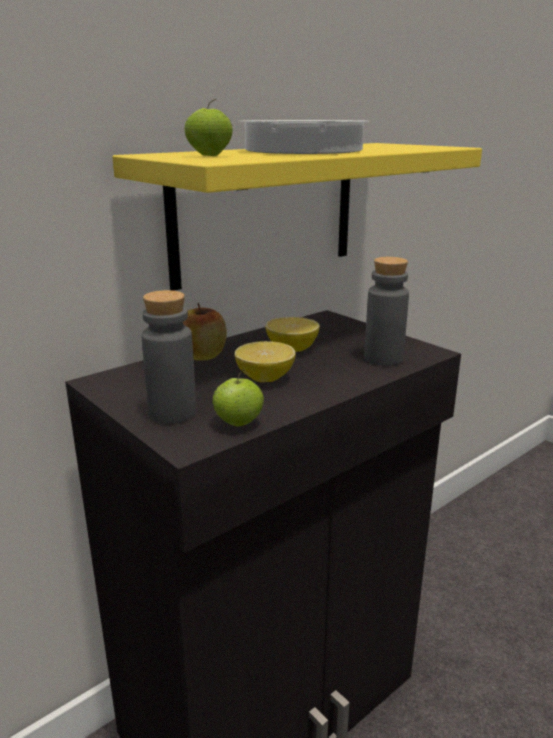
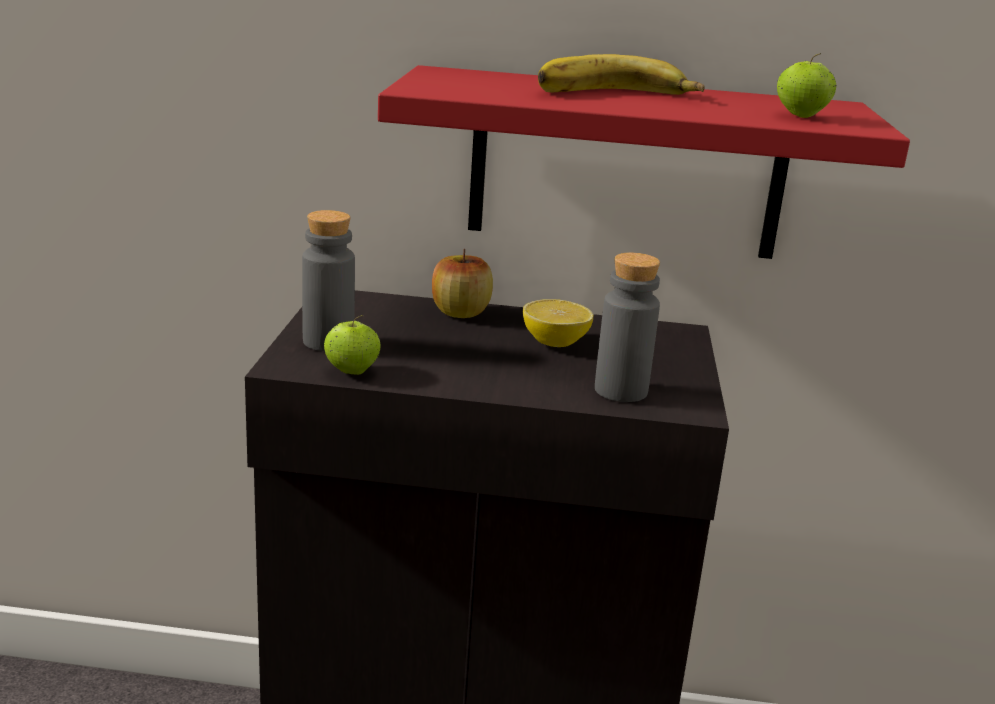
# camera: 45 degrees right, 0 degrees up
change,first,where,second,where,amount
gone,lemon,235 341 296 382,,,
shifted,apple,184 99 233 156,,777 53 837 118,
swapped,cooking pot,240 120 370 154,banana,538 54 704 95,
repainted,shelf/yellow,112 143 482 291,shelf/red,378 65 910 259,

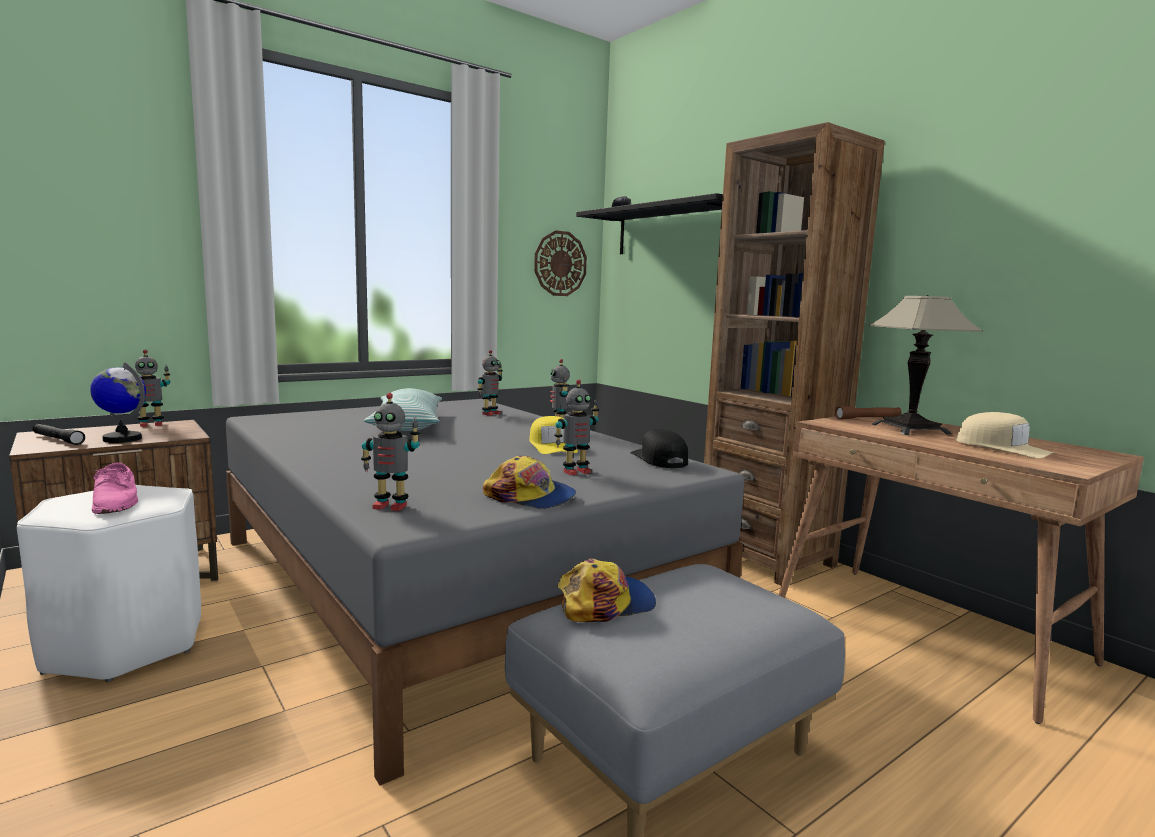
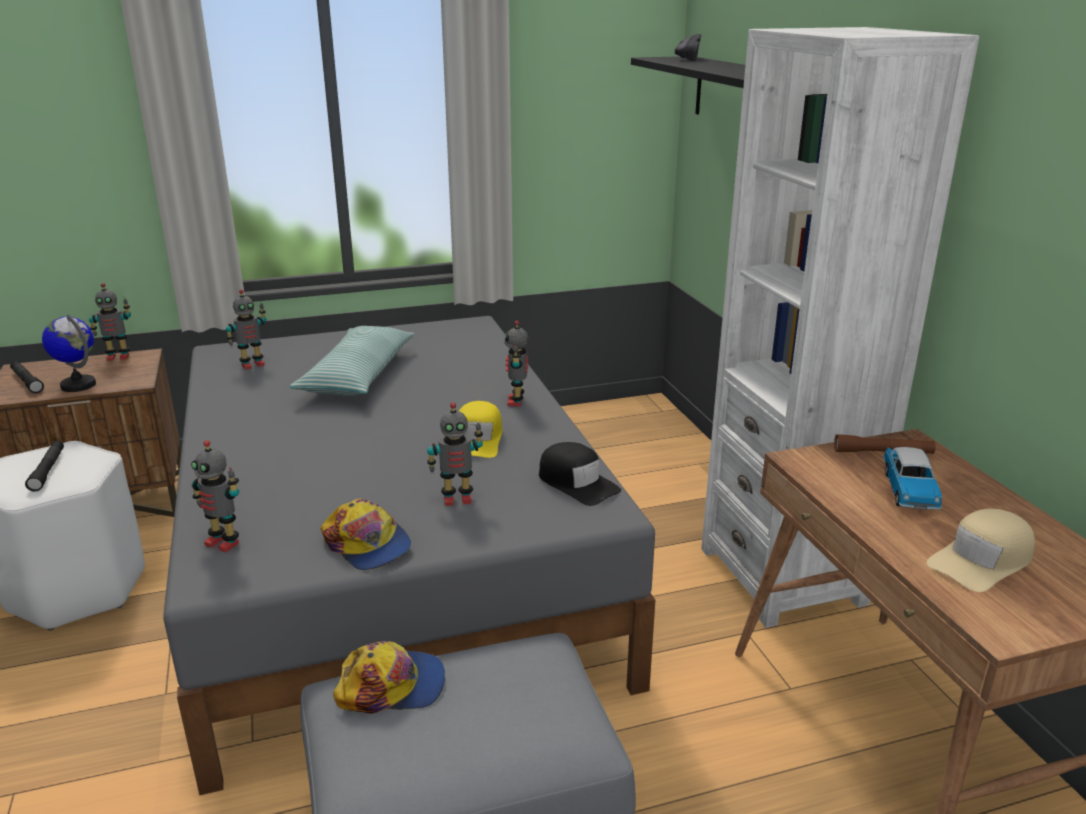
# camera: 20 degrees right, 15 degrees up
change,first,where,second,where,amount
gone,wall clock,534 230 587 296,,,
shifted,toy robot,477 350 503 416,,226 289 266 369,
swapped,shoe/pink,92 463 138 514,flashlight/black,25 441 64 492,
swapped,table lamp,869 295 983 435,toy car,883 447 942 510,
repainted,bookcase/brown,704 122 885 586,bookcase/white,701 27 979 628,
rotated,cap/black,630 429 688 468,,539 442 621 506,135 degrees clockwise
rotated,cap/beige,956 412 1055 458,,927 509 1035 592,75 degrees clockwise

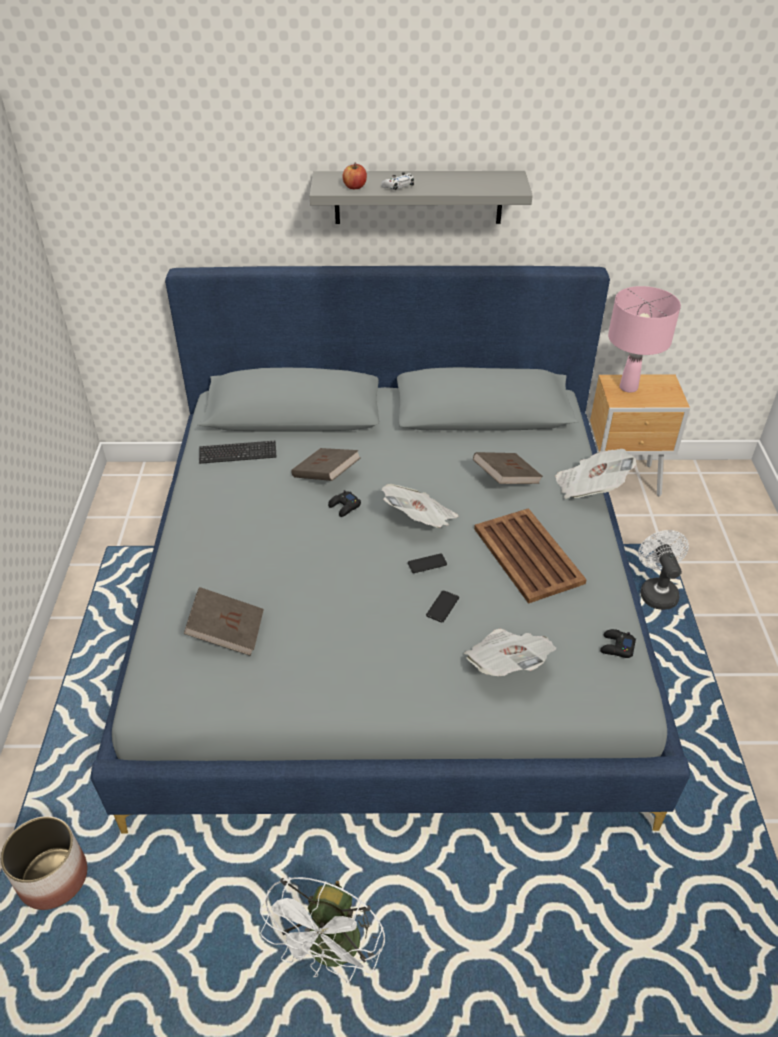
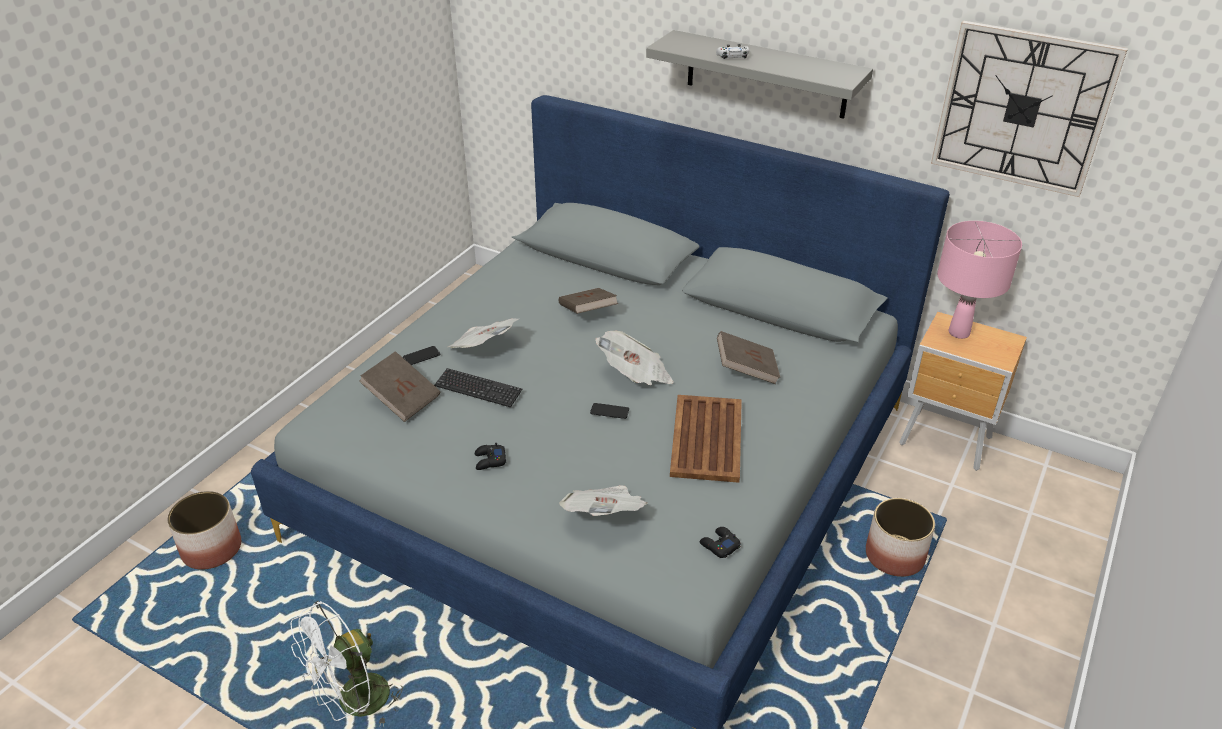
# camera: 30 degrees right, 5 degrees down
change,first,where,second,where,amount
gone,apple,342 163 367 189,,,
new,,,wall clock,931 21 1128 197,
shifted,keyboard,199 441 277 464,,434 368 522 407,
shifted,game controller/black,328 490 361 517,,475 443 506 470,
shifted,phone,426 590 459 622,,403 346 441 365,
shifted,newspaper,555 449 637 499,,448 318 518 348,
swapped,fan/white,638 530 689 610,planter,866 498 935 577,

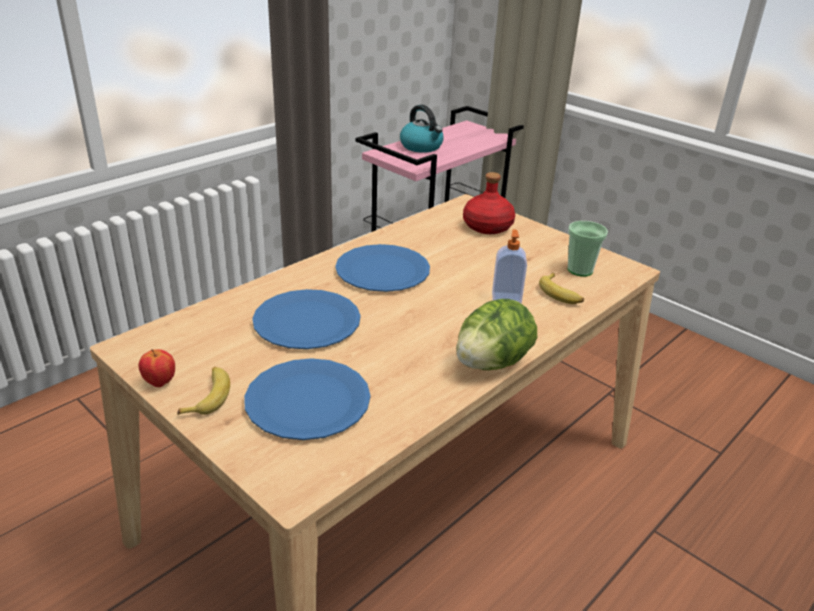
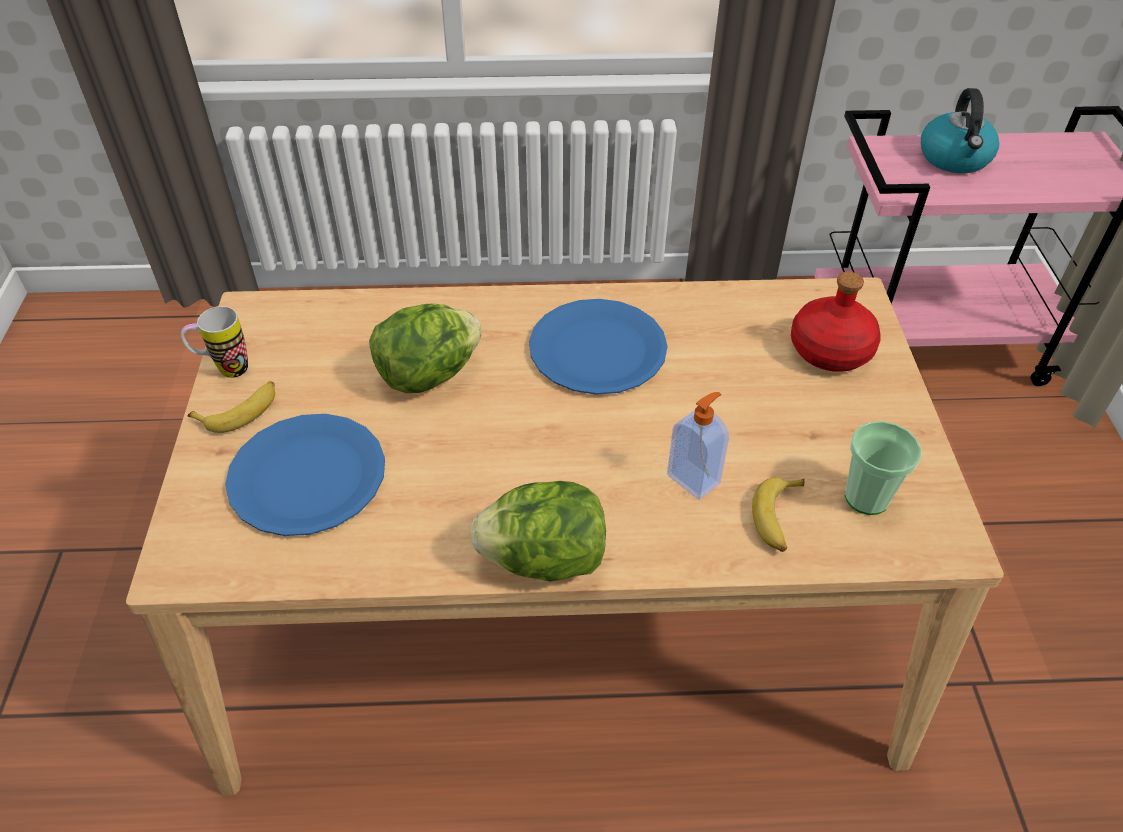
# camera: 45 degrees right, 15 degrees up
change,first,where,second,where,amount
swapped,apple,138 349 175 387,mug,181 306 248 378,
swapped,plate/blue,252 289 361 349,lettuce,369 304 482 393,

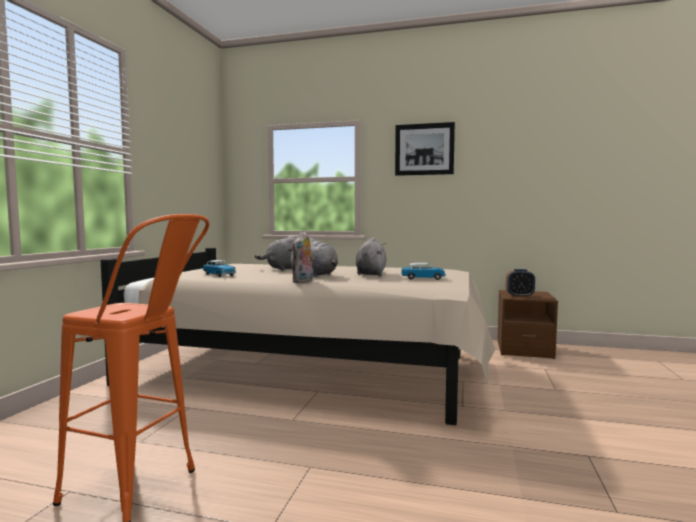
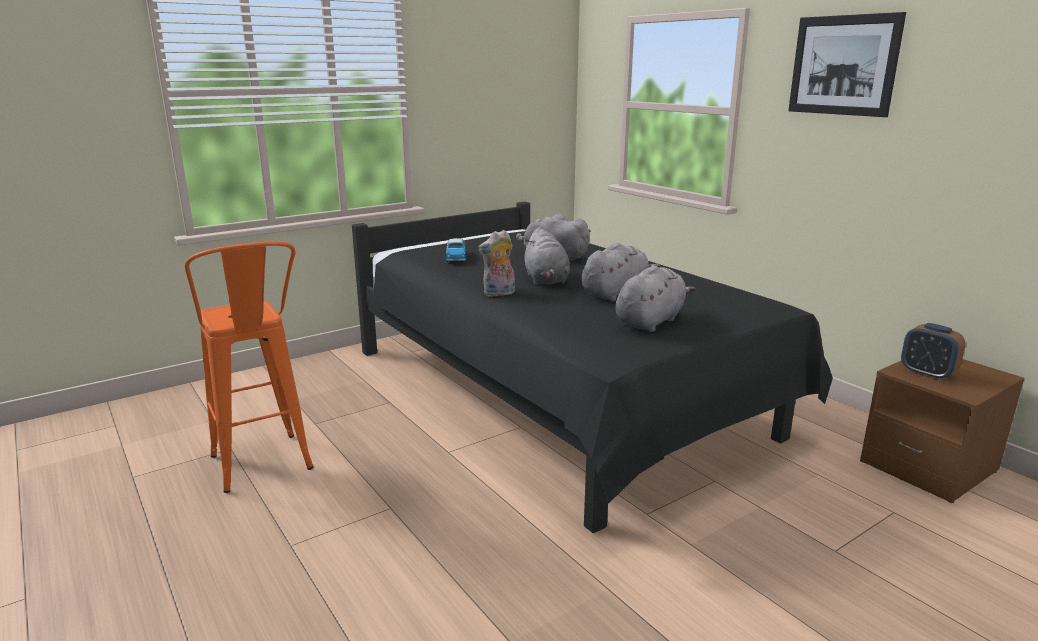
# camera: 40 degrees right, 15 degrees up
change,first,where,second,where,amount
swapped,toy car,401 263 446 280,plush toy/grey,615 266 695 332,
repainted,bed/beige,101 248 495 425,bed/black,352 201 833 533,

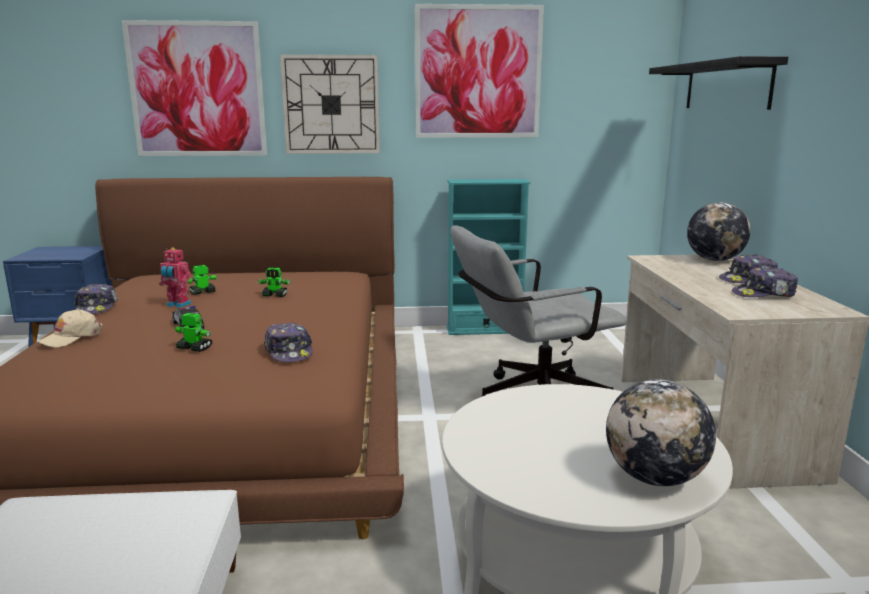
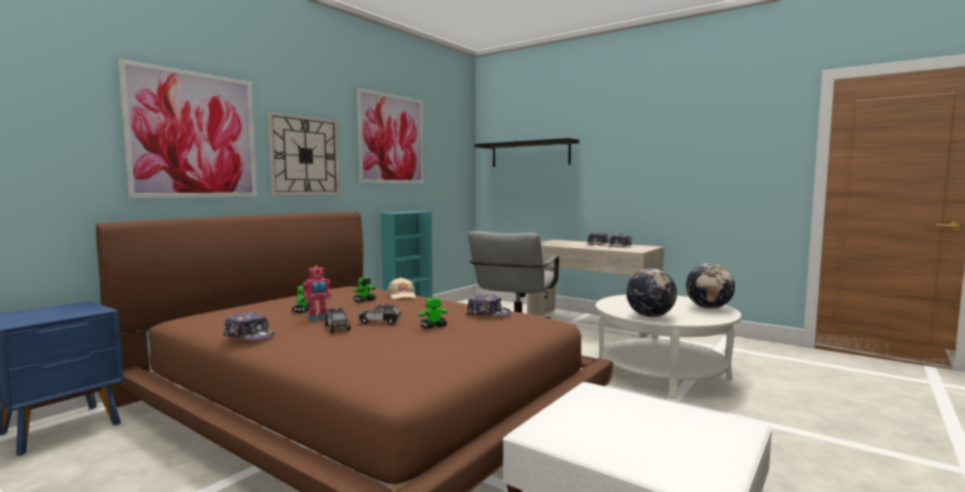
# camera: 50 degrees left, 10 degrees down
change,first,where,second,where,amount
new,,,toy car,325 308 351 333,
shifted,cap/beige,37 309 103 347,,387 277 416 299,
shifted,globe,687 202 750 261,,626 268 677 317,

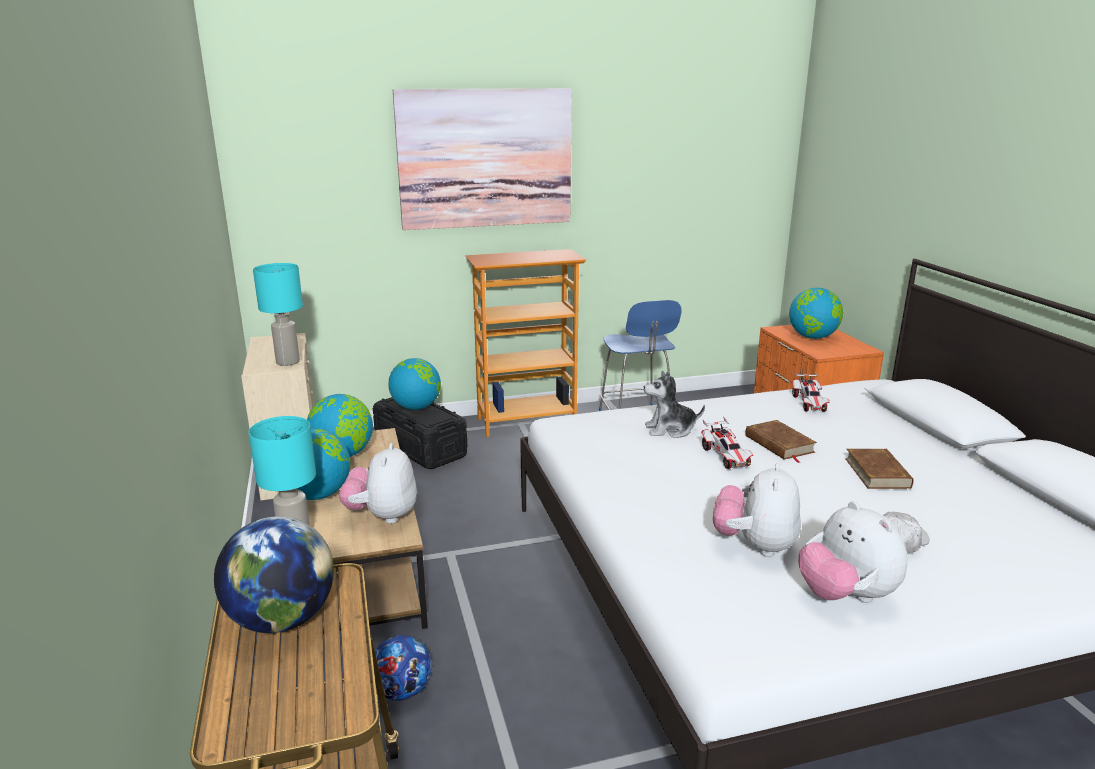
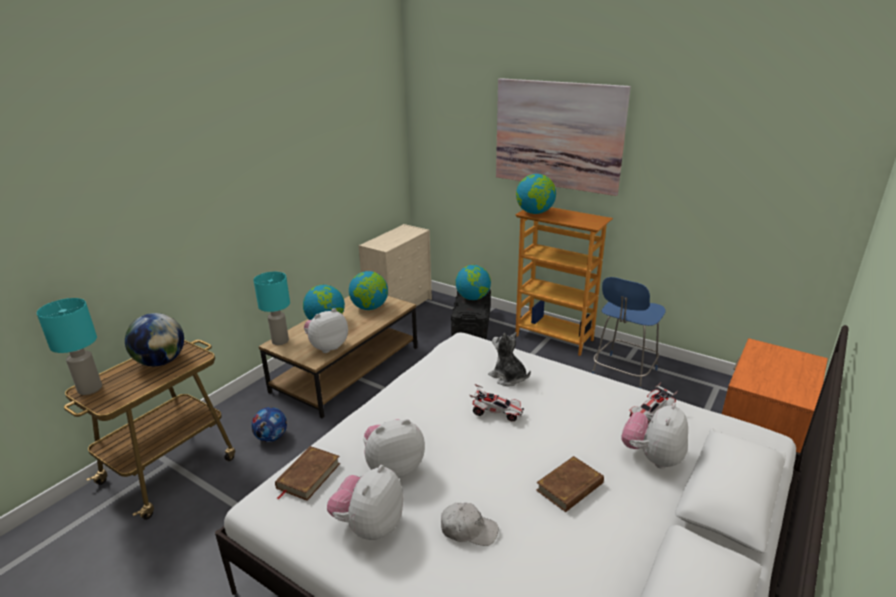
# camera: 50 degrees right, 5 degrees up
change,first,where,second,where,amount
new,,,plush toy,621 403 688 469,
shifted,table lamp/turquoise,253 263 303 366,,37 298 102 395,
shifted,book/brown,745 420 817 463,,275 446 340 501,
shifted,globe,789 288 843 339,,516 174 556 214,
rotated,toy car,701 417 753 469,,469 384 524 421,105 degrees counterclockwise

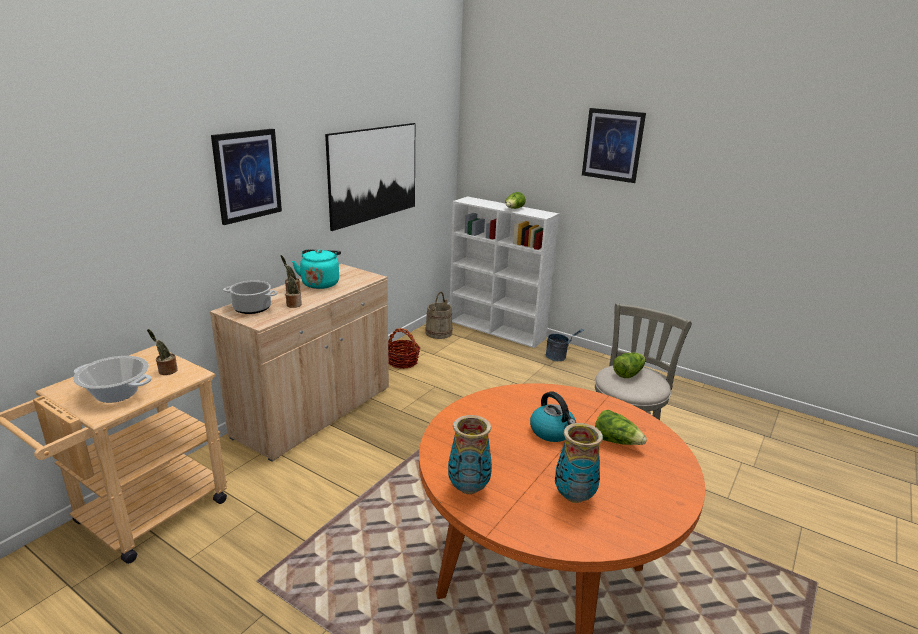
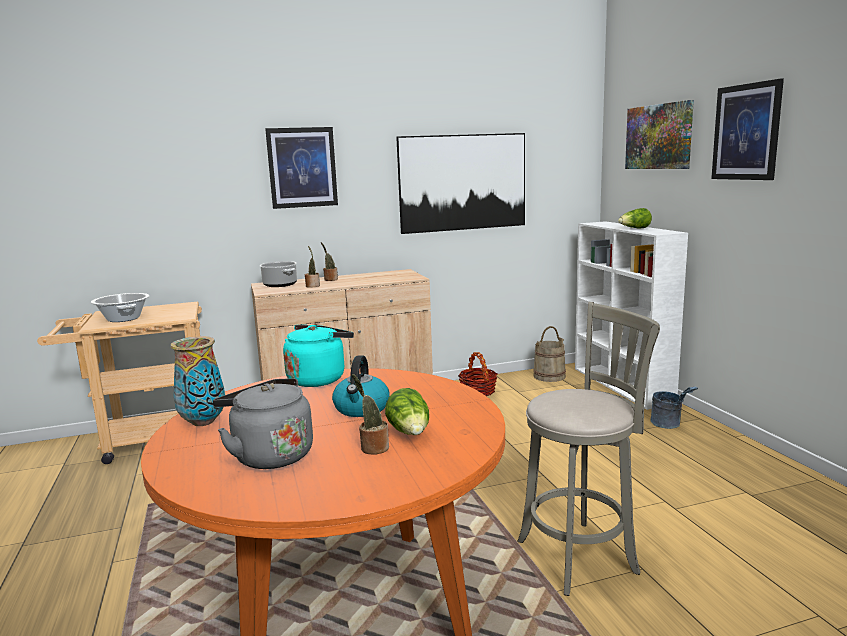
# camera: 40 degrees right, 10 degrees down
change,first,where,second,where,amount
gone,lettuce,613 352 645 378,,,
new,,,picture,625 100 694 169,
shifted,potted plant,147 329 178 375,,352 374 389 455,
shifted,kettle/turquoise,292 249 341 289,,283 325 354 387,
swapped,vase,555 423 603 503,kettle/grey,213 378 313 469,

